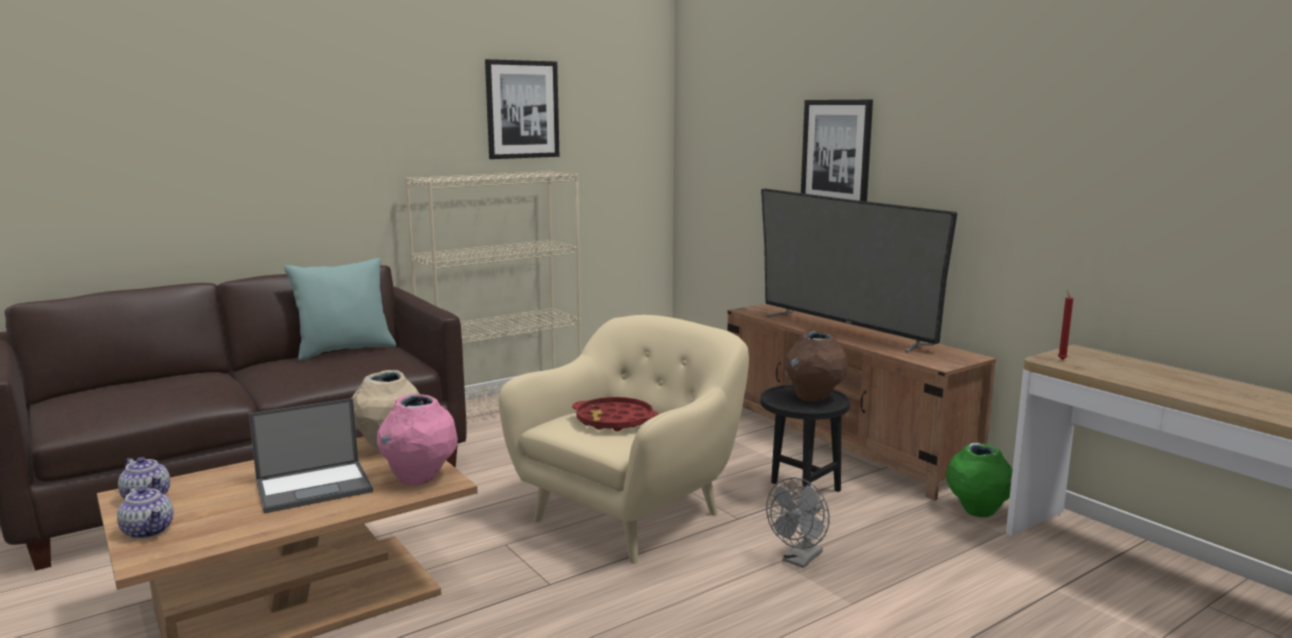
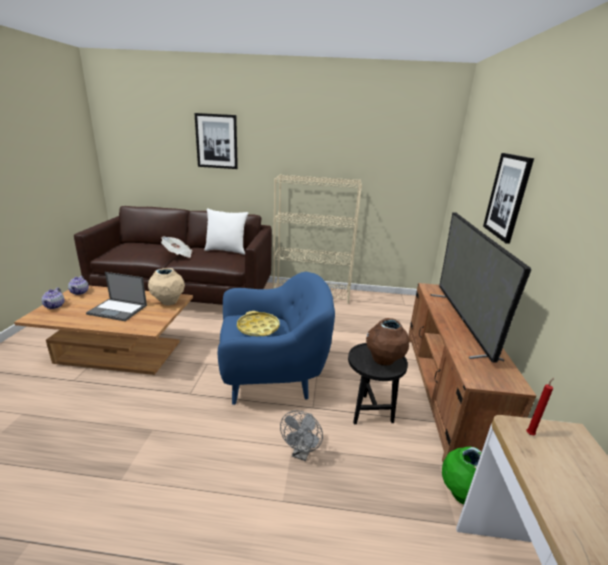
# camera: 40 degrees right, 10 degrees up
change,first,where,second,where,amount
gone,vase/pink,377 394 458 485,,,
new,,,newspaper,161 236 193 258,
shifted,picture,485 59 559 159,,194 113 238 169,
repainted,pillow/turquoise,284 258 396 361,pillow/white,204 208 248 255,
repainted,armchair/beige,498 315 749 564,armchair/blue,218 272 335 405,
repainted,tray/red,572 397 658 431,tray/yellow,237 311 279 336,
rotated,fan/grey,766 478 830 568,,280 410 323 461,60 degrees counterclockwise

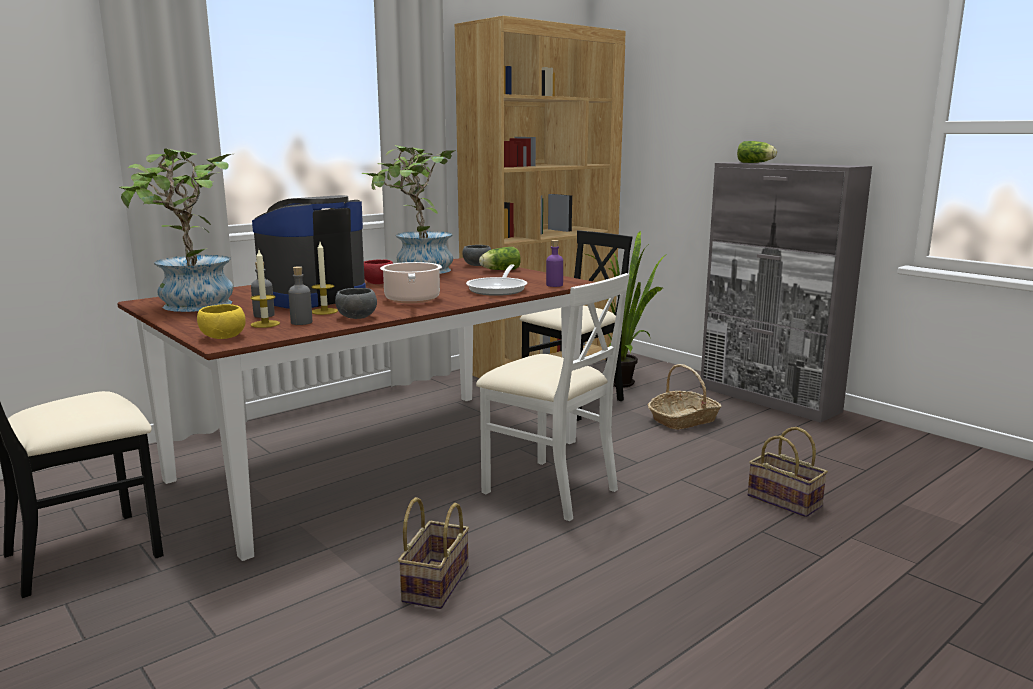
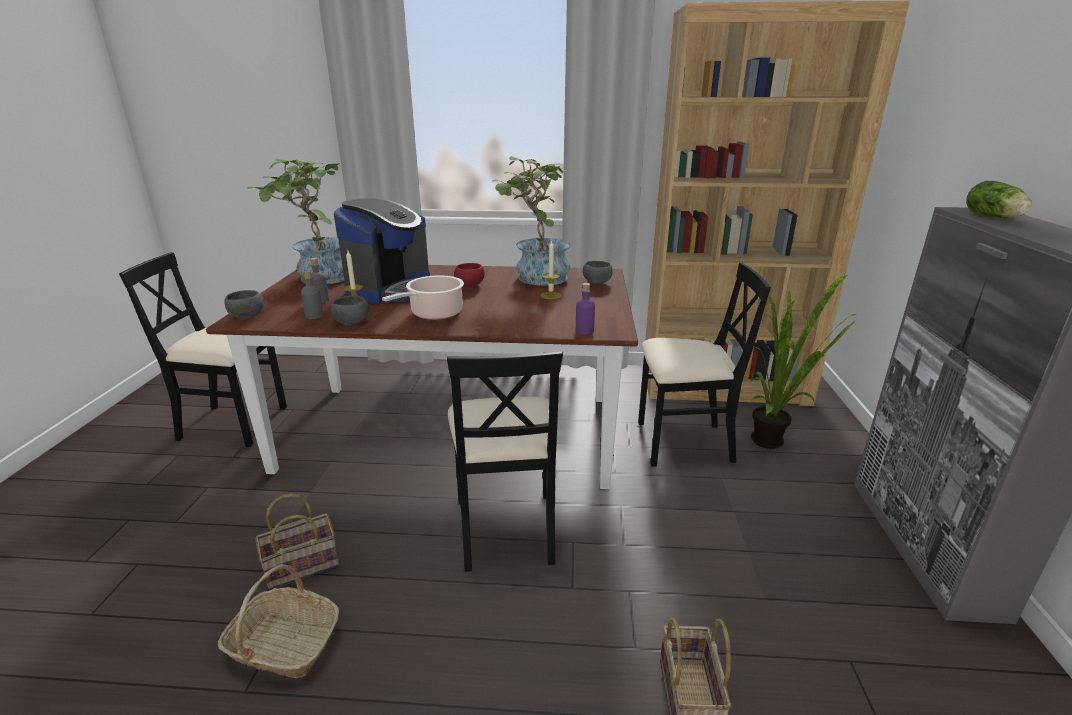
# camera: 45 degrees right, 10 degrees up
change,first,where,second,where,amount
gone,frying pan,466 264 527 296,,,
gone,lettuce,479 247 521 270,,,
shifted,candle,250 248 280 328,,541 240 561 299,
shifted,basket,648 364 722 430,,218 564 339 678,
repainted,bowl/yellow,197 304 246 339,bowl/grey,224 290 264 319,
repainted,chair/white,476 273 630 521,chair/black,447 351 563 572,
rotated,coffee machine,252 195 366 309,,334 198 430 304,120 degrees clockwise

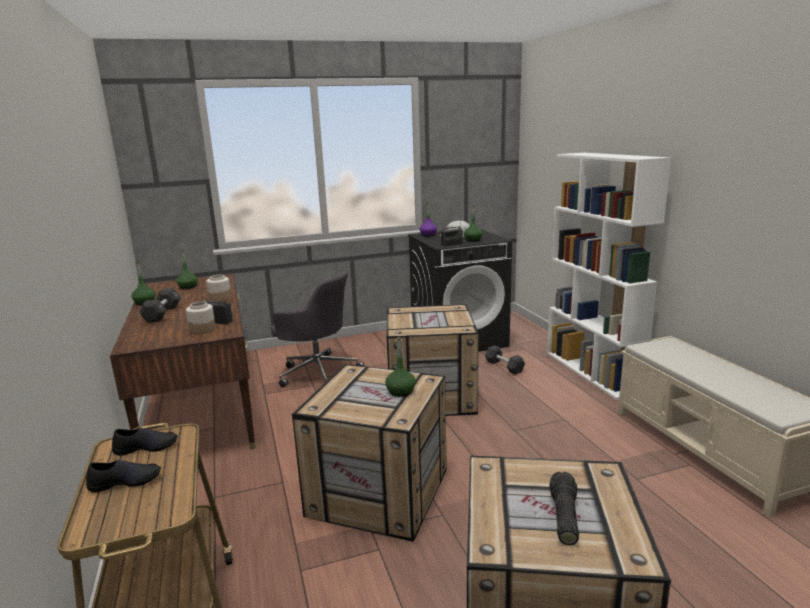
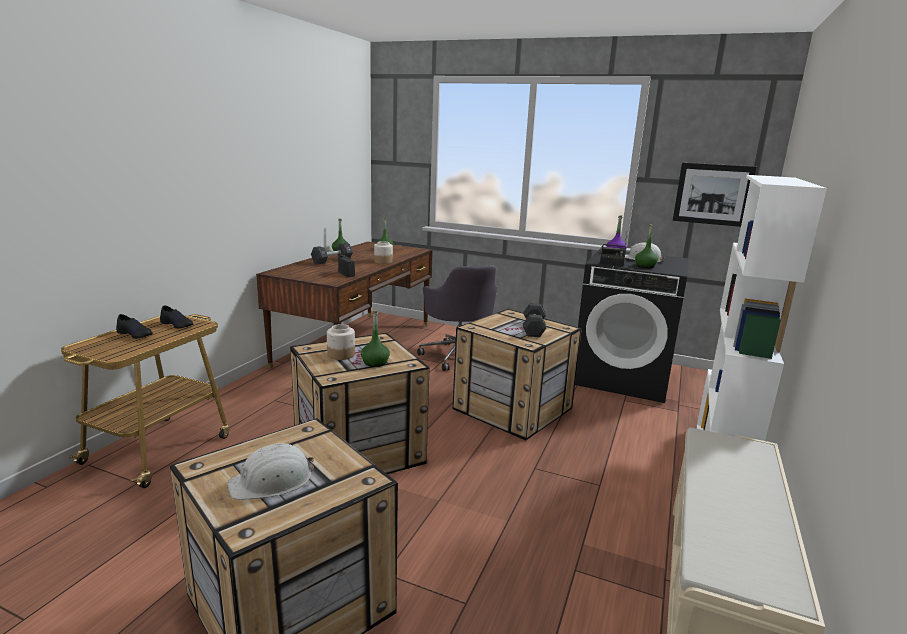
# camera: 40 degrees right, 0 degrees up
change,first,where,second,where,amount
new,,,picture,673 163 757 227,
shifted,jar,186 301 216 334,,327 324 355 360,
shifted,dumbbell/black,485 345 525 375,,523 303 547 337,
swapped,flashlight,549 472 579 545,hard hat/white,227 443 314 500,

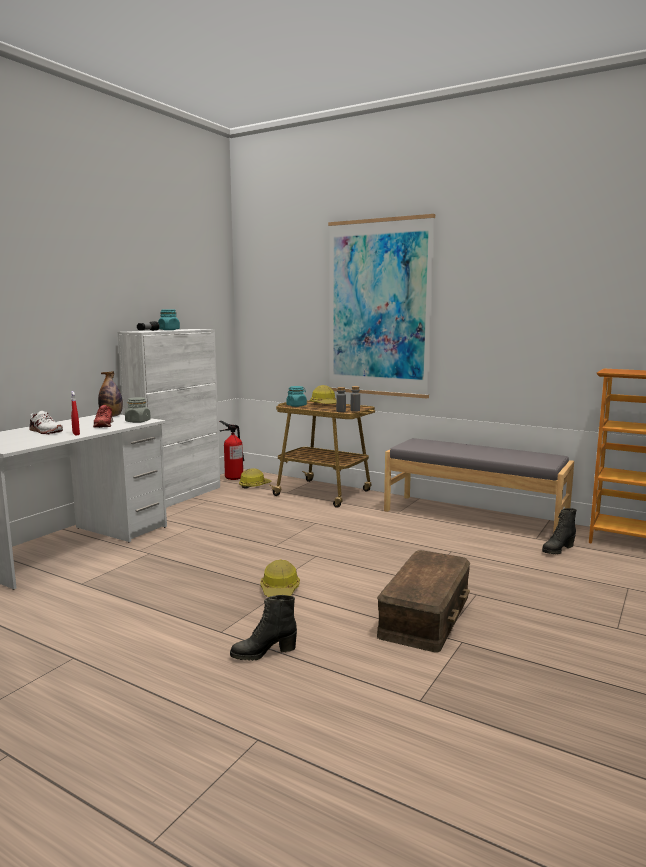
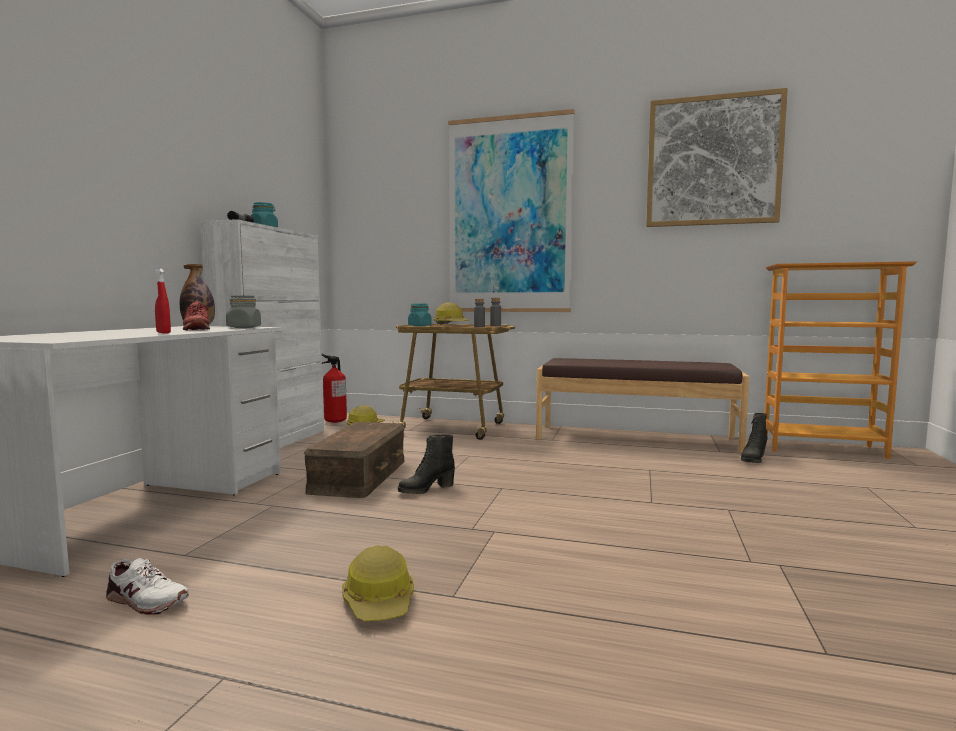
# camera: 15 degrees left, 5 degrees down
change,first,where,second,where,amount
new,,,picture,646 88 788 227,
shifted,shoe/white,29 411 63 434,,106 558 189 615,
shifted,boot/black,230 595 297 661,,398 434 455 494,
shifted,hard hat,261 559 300 597,,342 545 414 621,
shifted,storage box/brown,377 550 470 652,,304 422 405 498,
repainted,bench/grey,384 438 574 533,bench/brown,536 358 749 453,

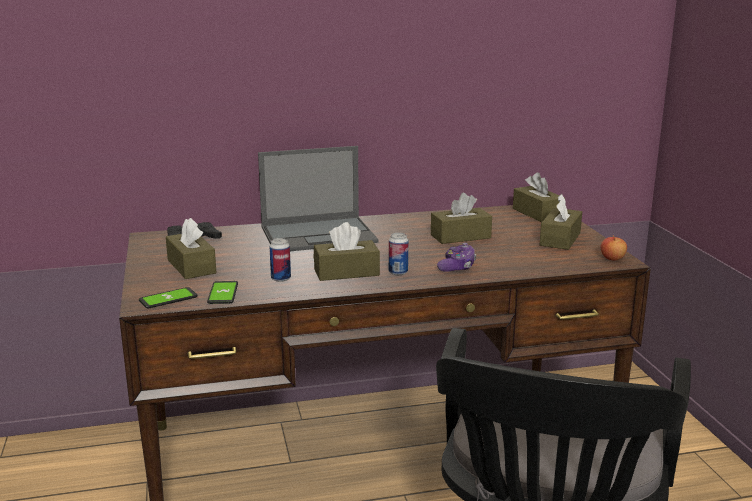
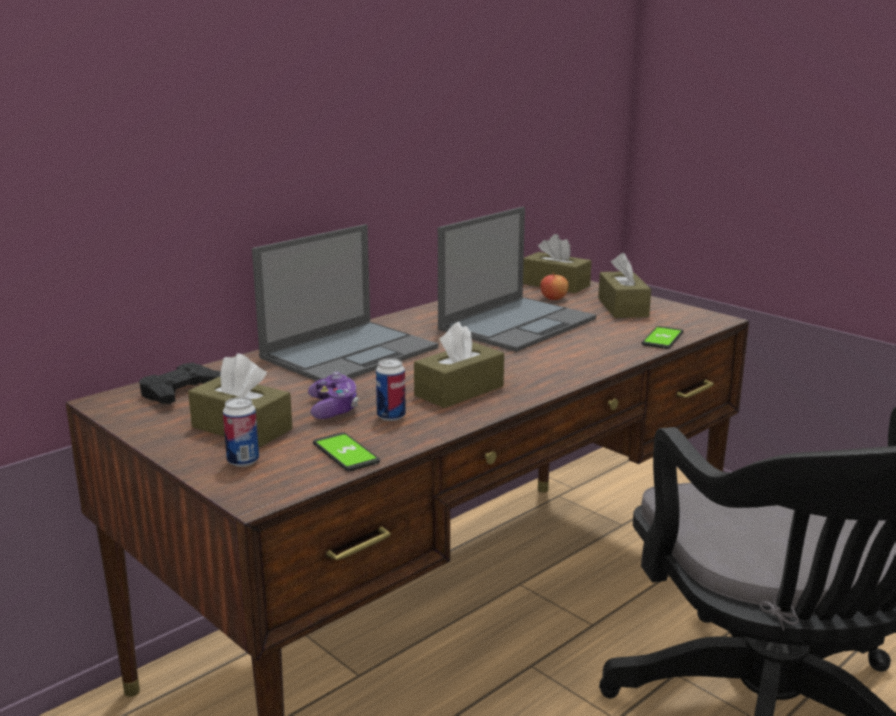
# camera: 30 degrees left, 0 degrees up
change,first,where,second,where,amount
shifted,phone,139 287 197 308,,642 326 684 349,
shifted,can,389 233 408 275,,223 397 259 467,
shifted,game controller,437 243 476 272,,308 372 358 419,
shifted,apple,601 235 627 261,,540 272 569 300,
swapped,tissue box/brown,431 193 492 244,laptop,438 207 596 352,

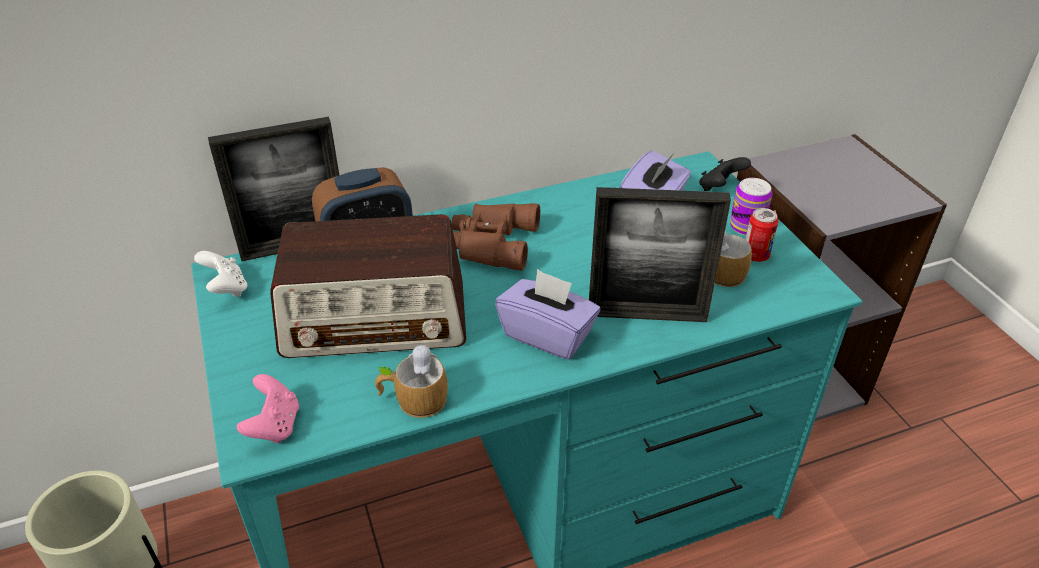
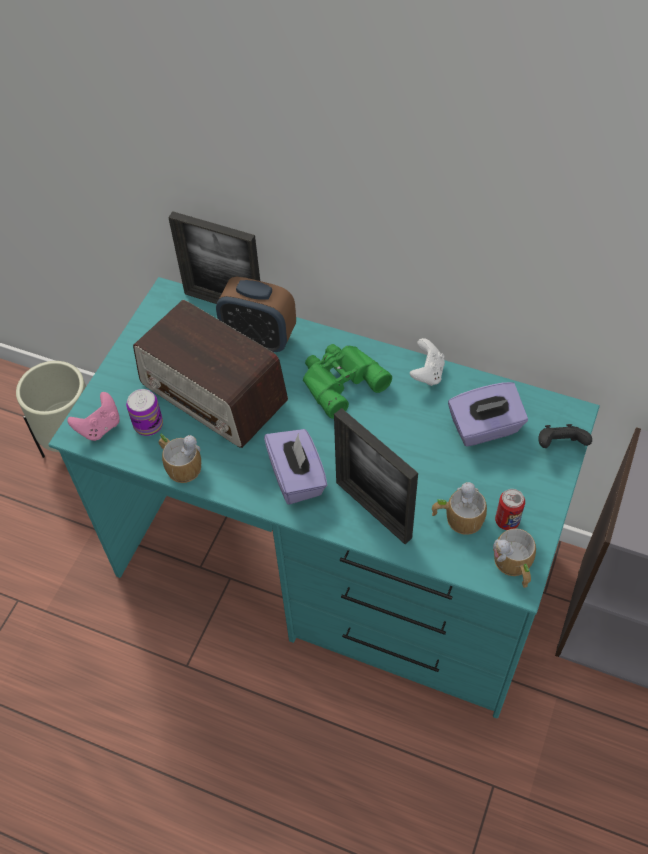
# camera: 45 degrees right, 15 degrees up
change,first,where,second,where,amount
new,,,mug,493 528 536 588,
shifted,game controller/white,194 251 247 297,,410 338 445 386,
shifted,can,730 178 772 235,,126 389 163 436,
repainted,binoculars/brown,451 203 540 271,binoculars/green,303 344 392 419,

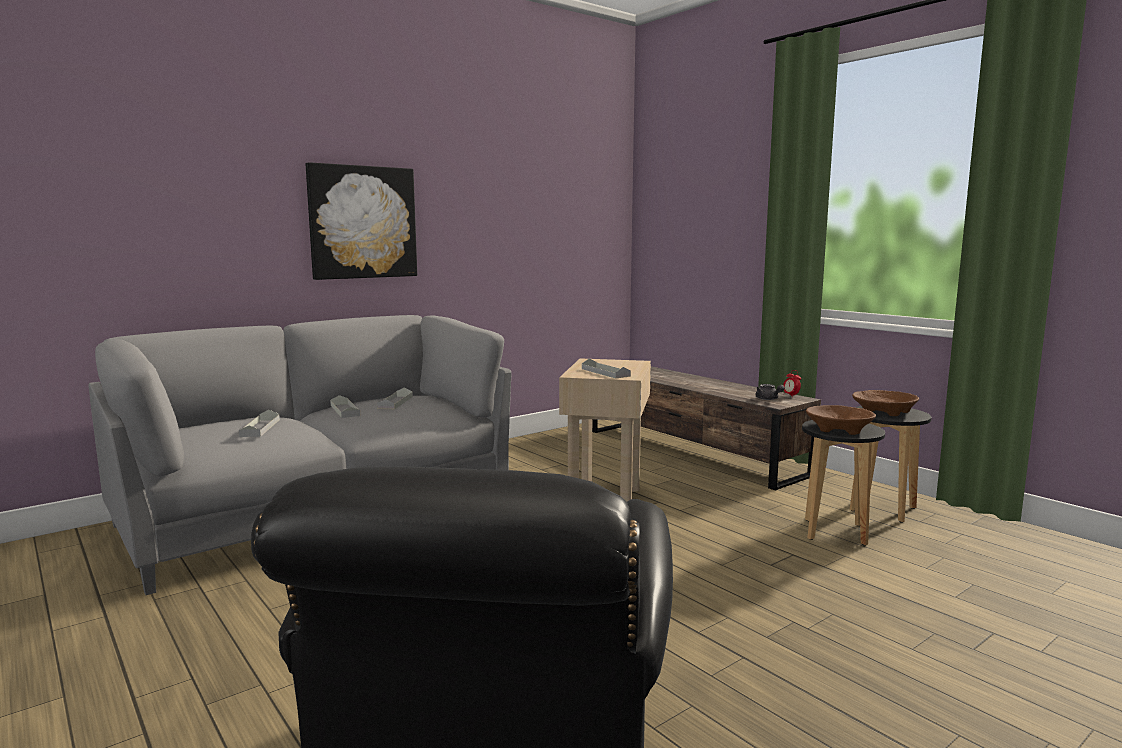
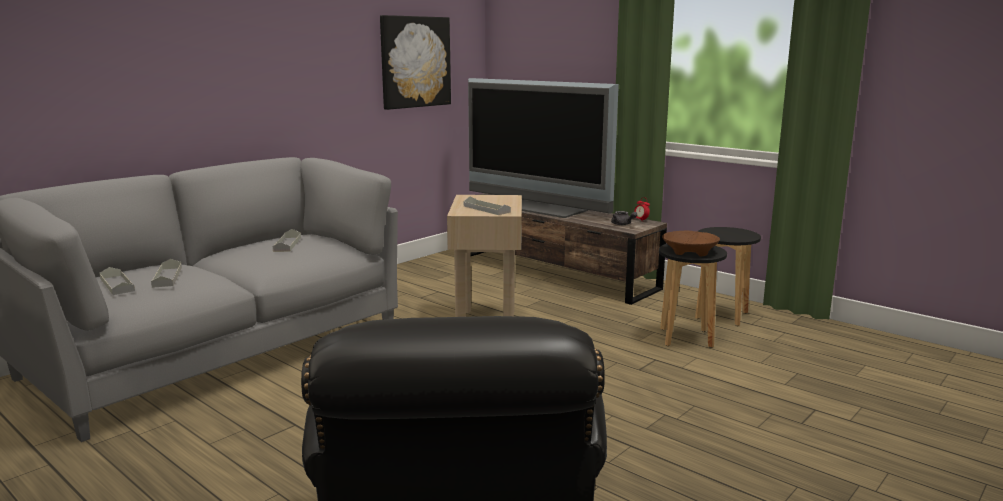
# camera: 10 degrees left, 5 degrees up
change,first,where,second,where,amount
gone,bowl/brown,852 390 919 416,,,
new,,,television,468 78 619 218,
shifted,picture,306 162 417 280,,380 15 451 110,
shifted,tray/grey,330 395 360 418,,100 267 135 295,

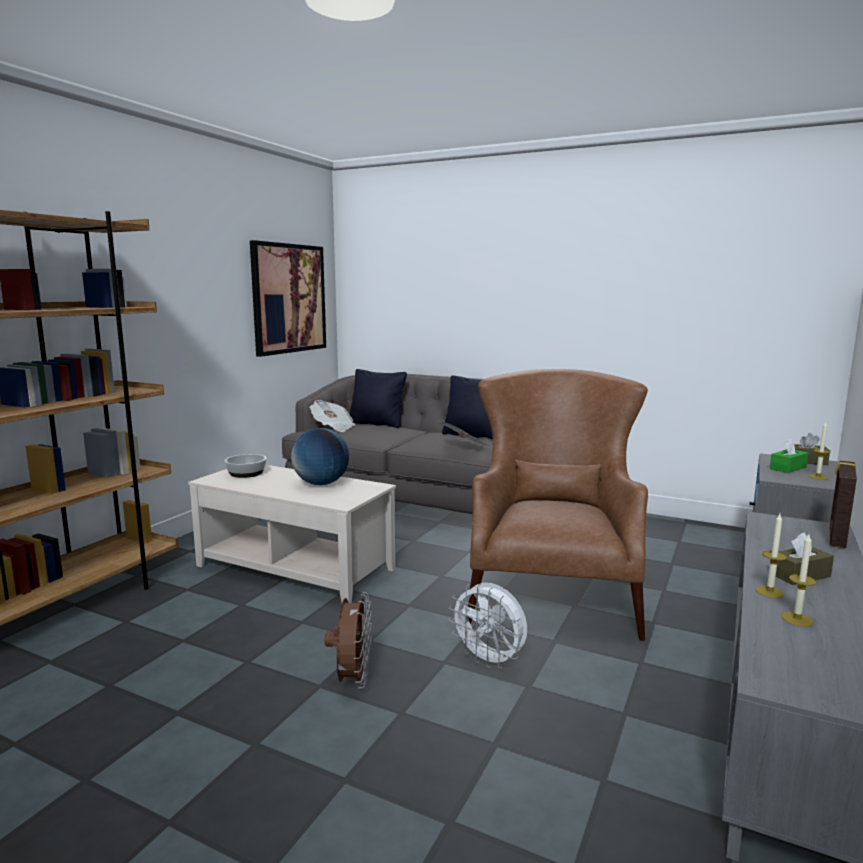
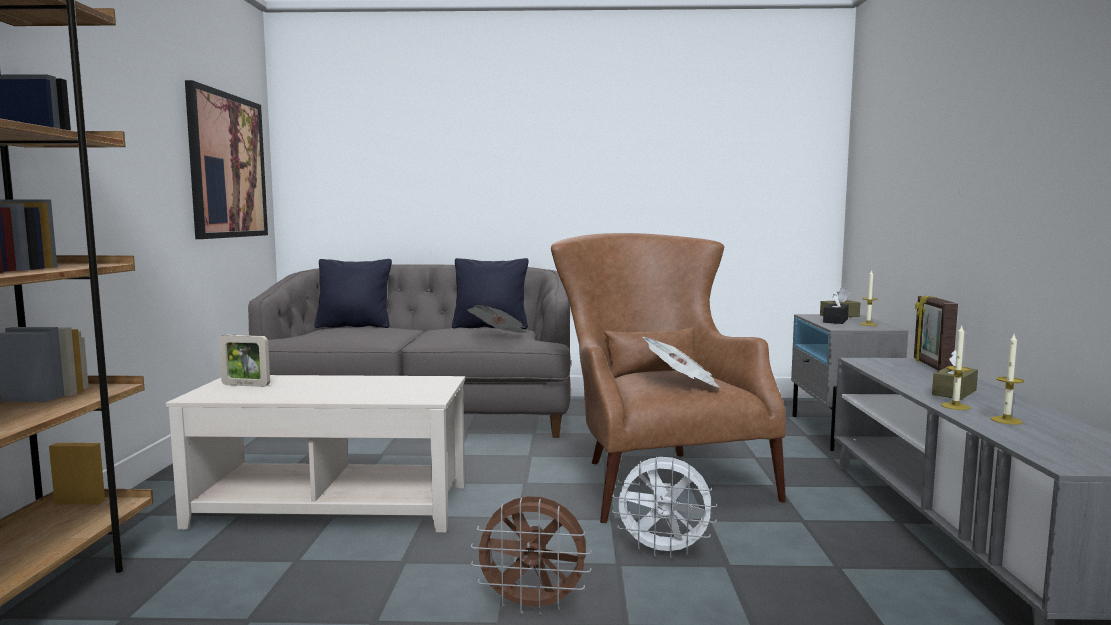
# camera: 25 degrees left, 5 degrees down
change,first,where,second,where,amount
gone,globe,291 428 349 485,,,
shifted,newspaper,310 400 355 432,,642 337 720 388,
swapped,bowl,224 454 266 478,picture frame,219 335 270 387,
repainted,tissue box/green,770 438 808 473,tissue box/black,823 291 849 324,
rotated,fan/brown,324 592 372 688,,471 496 592 616,120 degrees clockwise

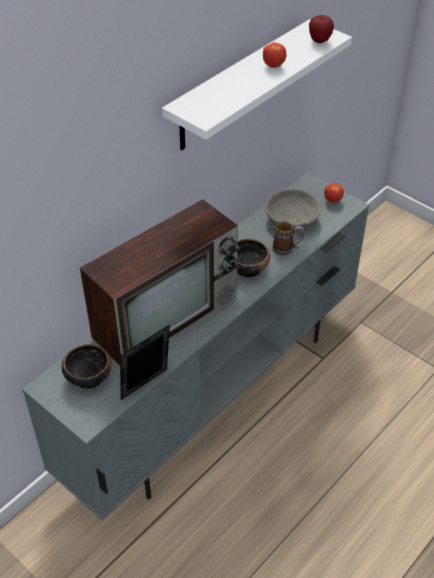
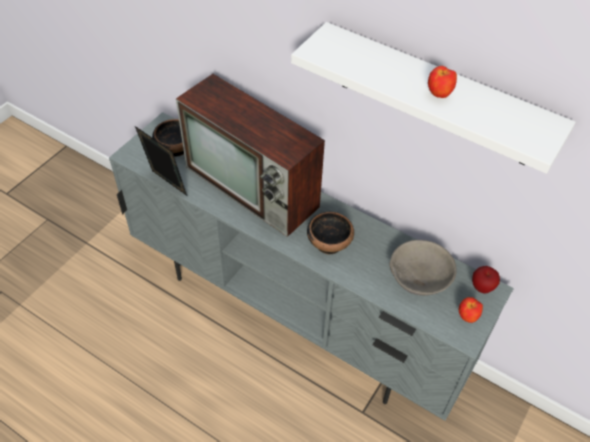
# camera: 80 degrees right, 5 degrees up
change,first,where,second,where,amount
gone,mug,272 221 305 255,,,
shifted,apple,309 15 334 43,,472 266 500 293,

